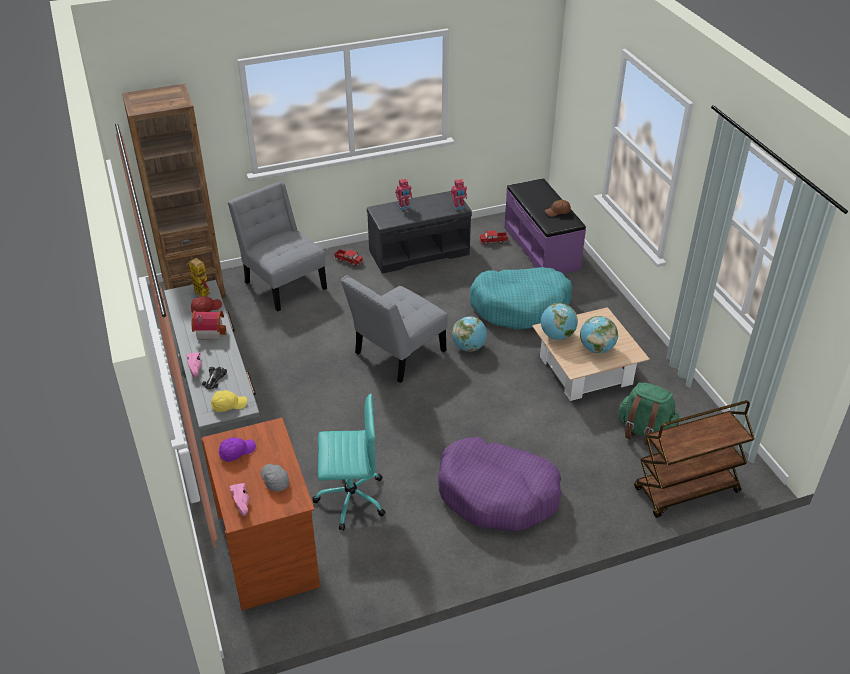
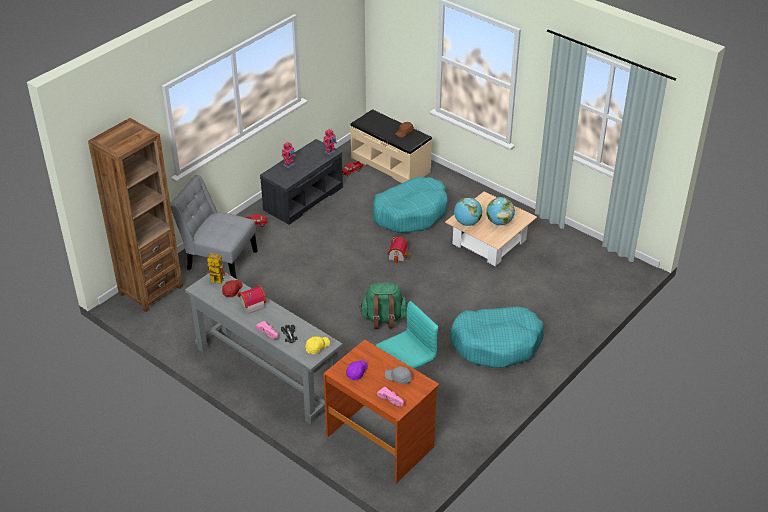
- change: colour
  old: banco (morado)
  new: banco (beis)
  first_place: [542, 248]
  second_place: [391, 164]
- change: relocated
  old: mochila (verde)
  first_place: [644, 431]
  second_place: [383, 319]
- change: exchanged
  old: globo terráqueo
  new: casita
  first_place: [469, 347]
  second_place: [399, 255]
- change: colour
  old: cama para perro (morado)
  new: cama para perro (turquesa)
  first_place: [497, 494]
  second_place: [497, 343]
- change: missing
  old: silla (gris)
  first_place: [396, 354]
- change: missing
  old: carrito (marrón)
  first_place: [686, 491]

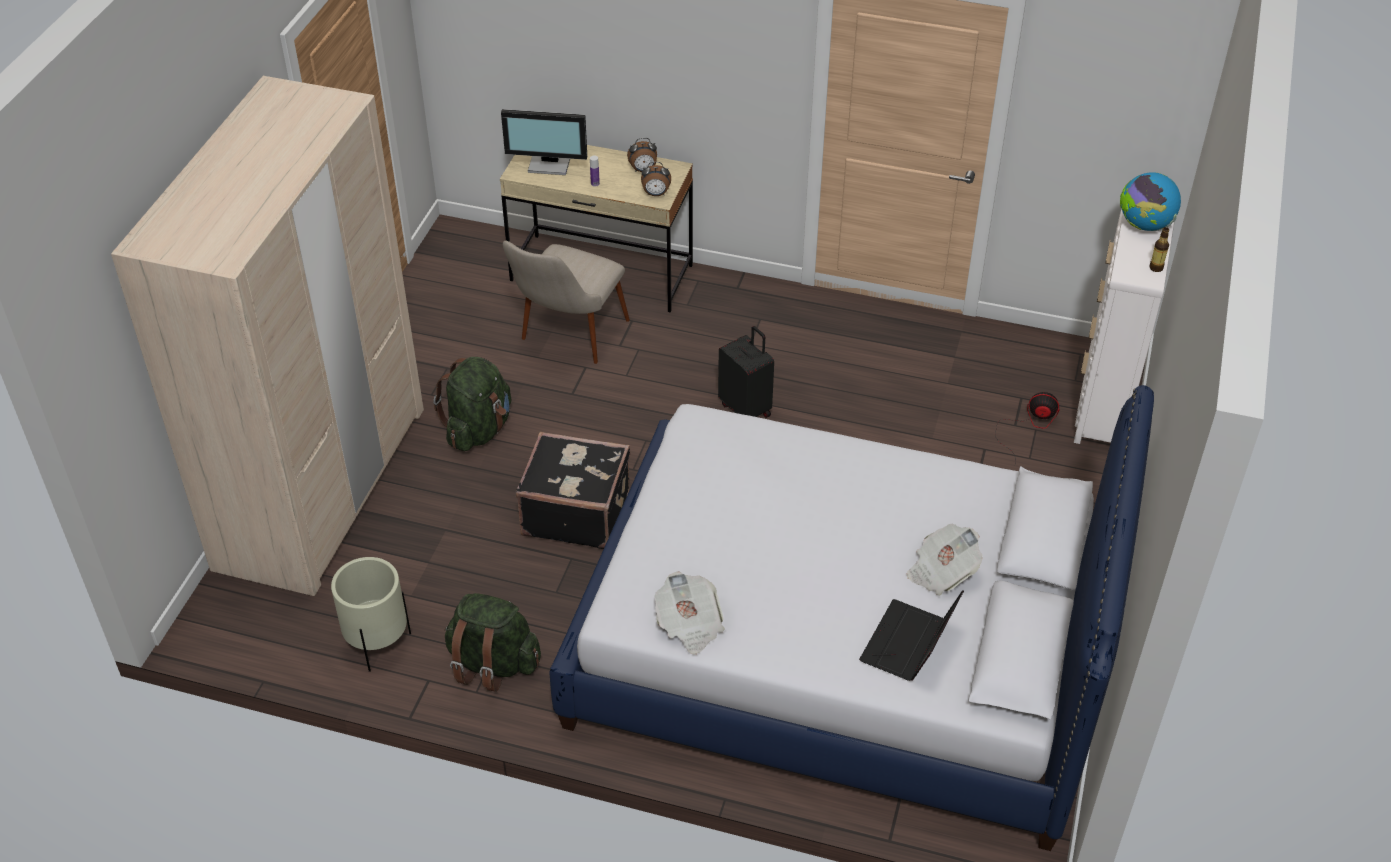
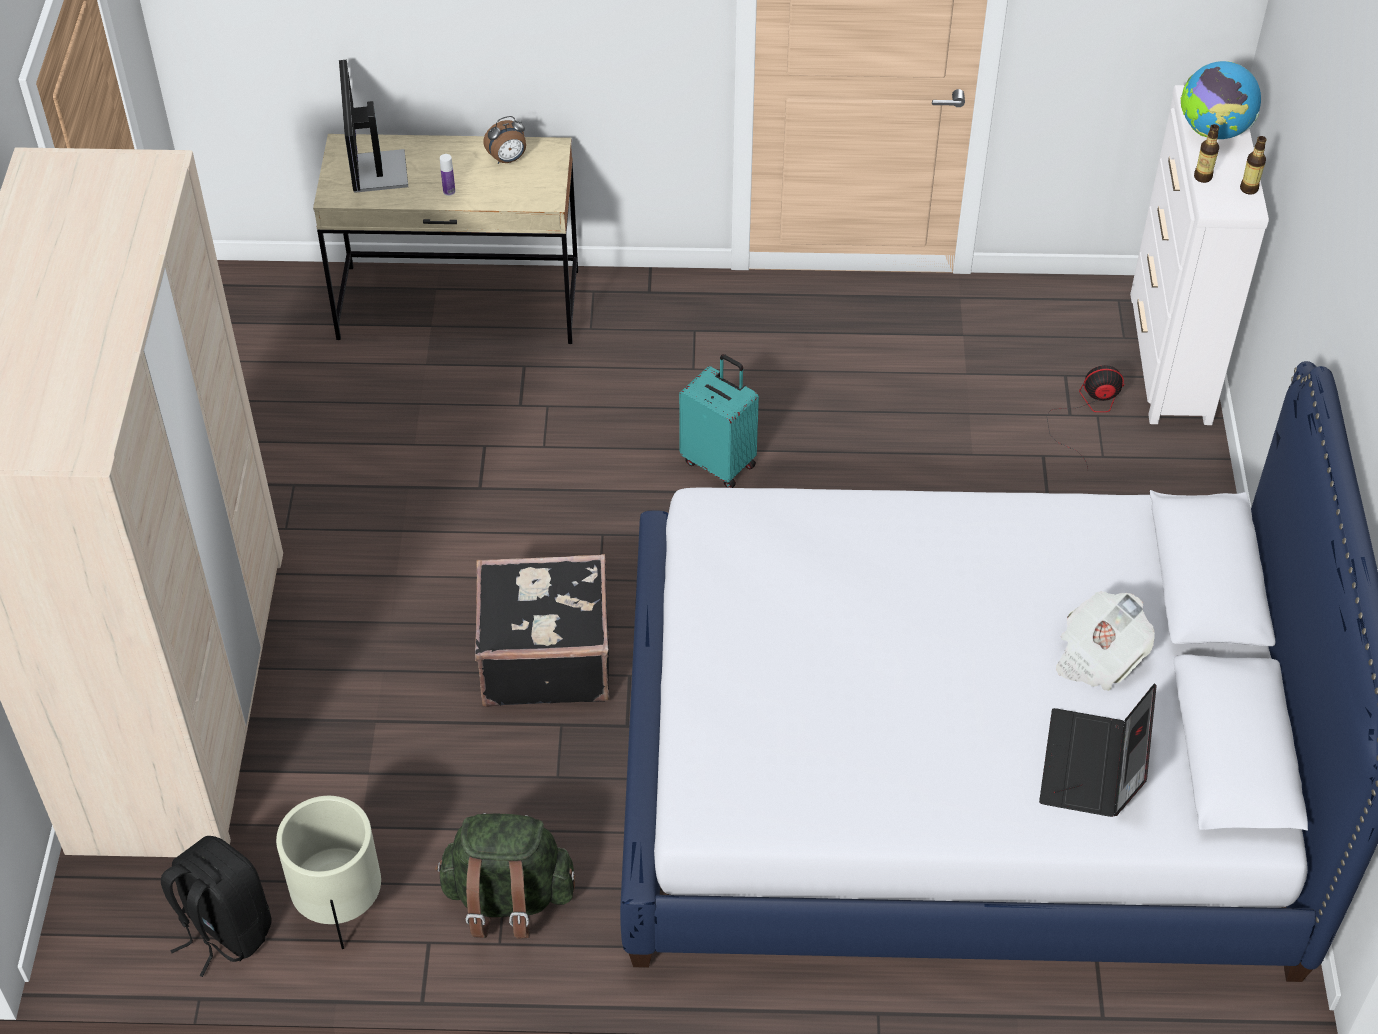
- change: appeared
  new: mochila (negro)
  second_place: [224, 929]
- change: spun
  old: monitor
  first_place: [550, 164]
  second_place: [376, 173]
  degrees: 90
- change: colour
  old: maleta (negro)
  new: maleta (turquesa)
  first_place: [746, 409]
  second_place: [720, 462]
- change: appeared
  new: botella
  second_place: [1202, 177]
- change: missing
  old: mochila (verde)
  first_place: [479, 429]
- change: missing
  old: silla (beis)
  first_place: [567, 340]
- change: missing
  old: despertador
  first_place: [656, 194]
- change: missing
  old: periódico
  first_place: [689, 625]

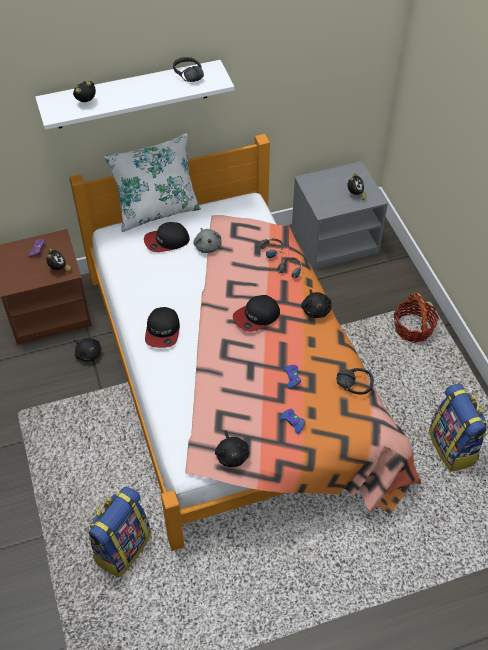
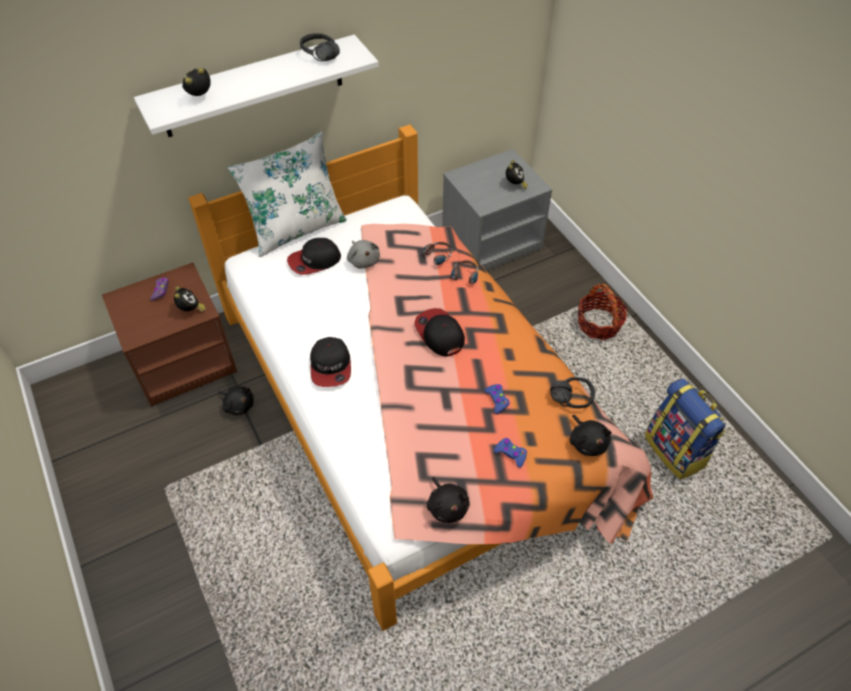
- change: spun
  old: gorra
  first_place: [256, 317]
  second_place: [439, 334]
  degrees: 105
- change: relocated
  old: peluche (negro)
  first_place: [316, 309]
  second_place: [587, 442]
- change: missing
  old: mochila
  first_place: [122, 547]

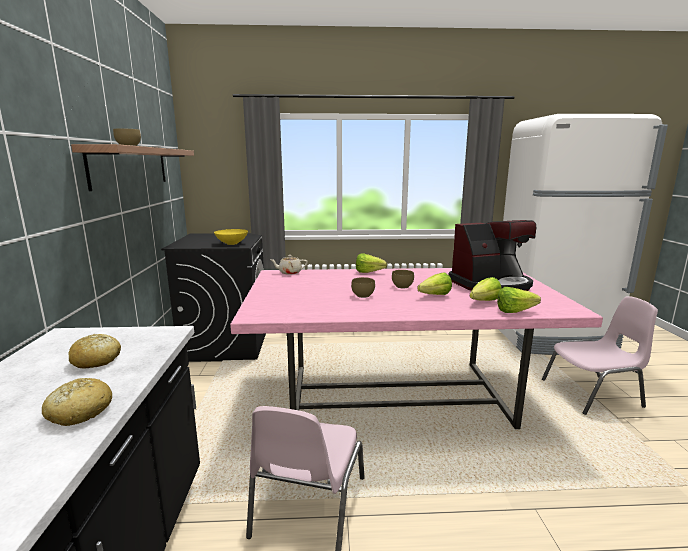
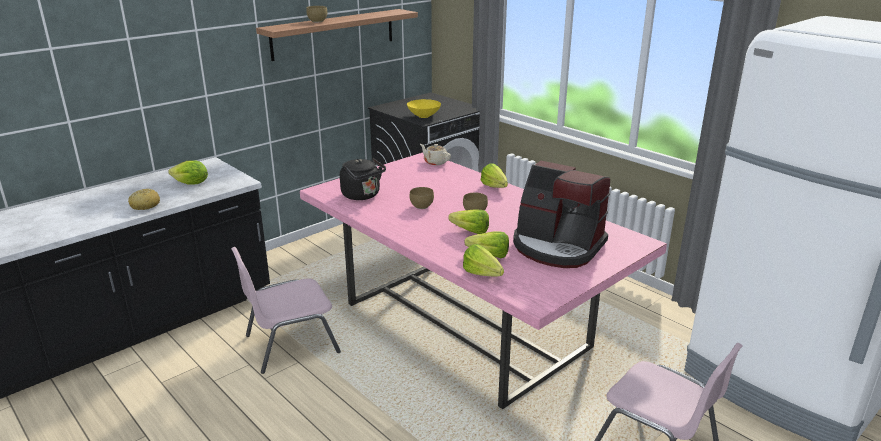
- change: exchanged
  old: pan
  new: lechuga
  first_place: [96, 360]
  second_place: [191, 184]
- change: appeared
  new: hervidor (negro)
  second_place: [363, 195]

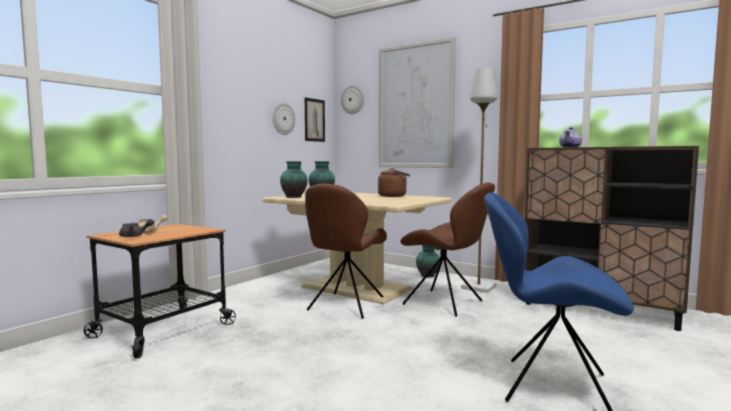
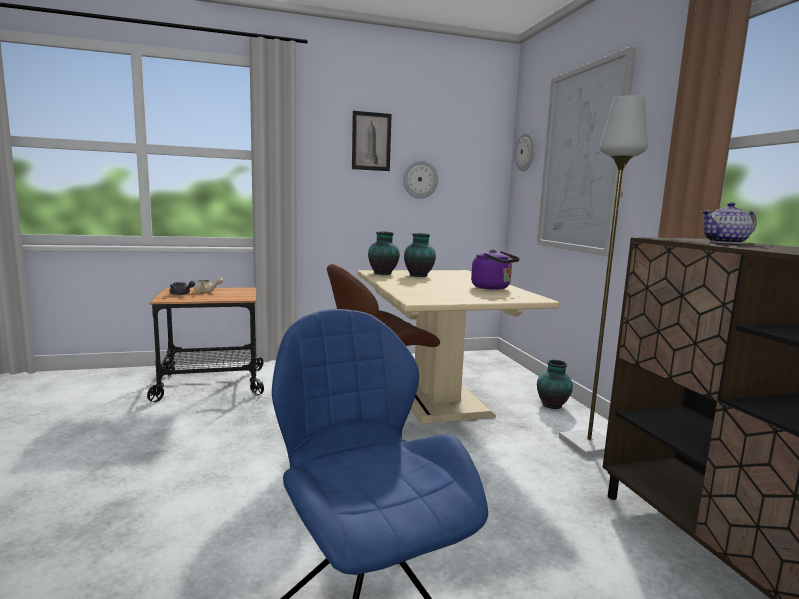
- change: relocated
  old: cuadro
  first_place: [314, 120]
  second_place: [371, 141]
- change: colour
  old: hervidor (marrón)
  new: hervidor (morado)
  first_place: [394, 196]
  second_place: [493, 288]
- change: missing
  old: silla (marrón)
  first_place: [445, 303]

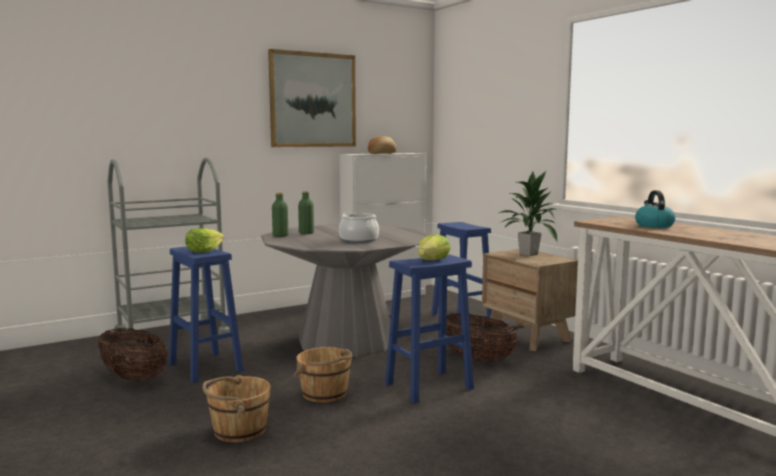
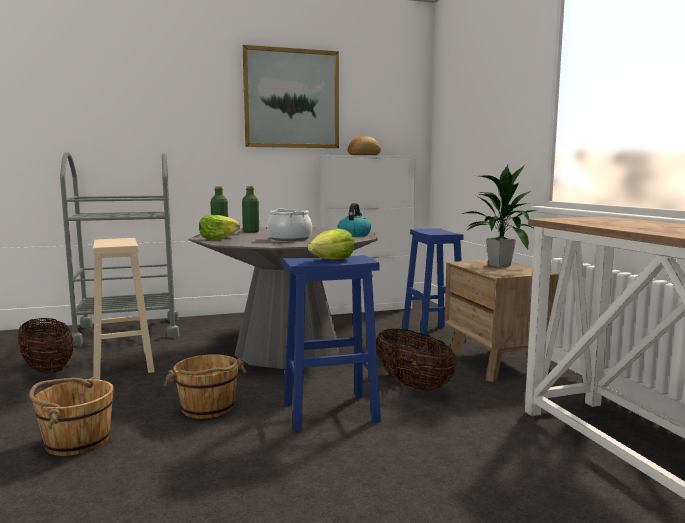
- change: colour
  old: taburete (azul)
  new: taburete (beis)
  first_place: [204, 366]
  second_place: [123, 364]
- change: relocated
  old: lechuga
  first_place: [203, 251]
  second_place: [217, 238]
- change: relocated
  old: hervidor
  first_place: [653, 225]
  second_place: [354, 235]

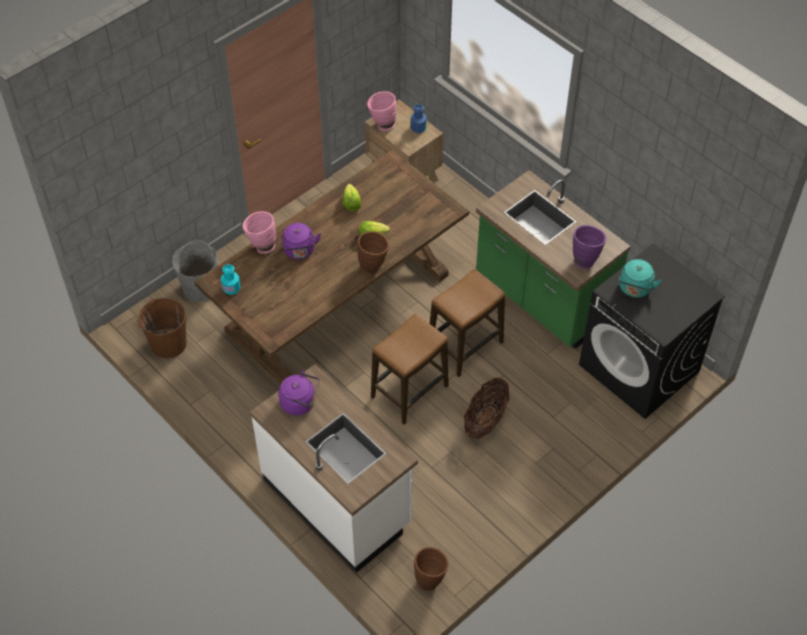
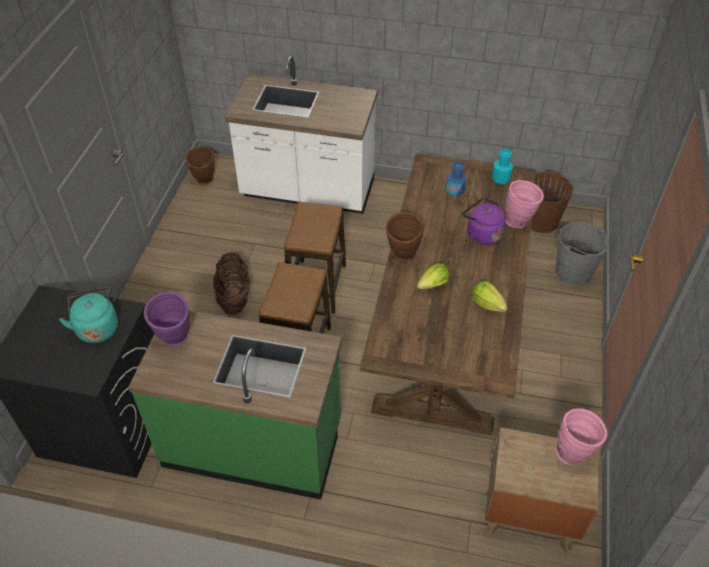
- change: relocated
  old: botella (azul)
  first_place: [418, 128]
  second_place: [455, 191]
- change: missing
  old: hervidor (morado)
  first_place: [300, 403]

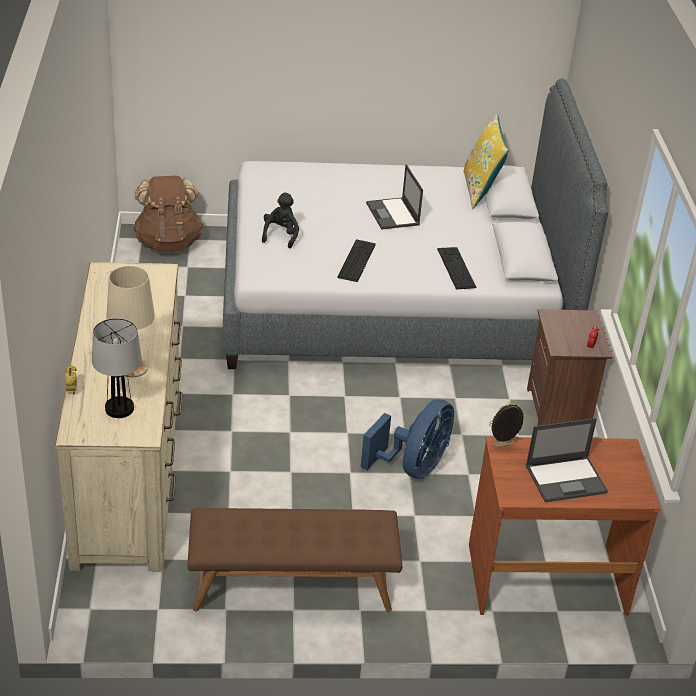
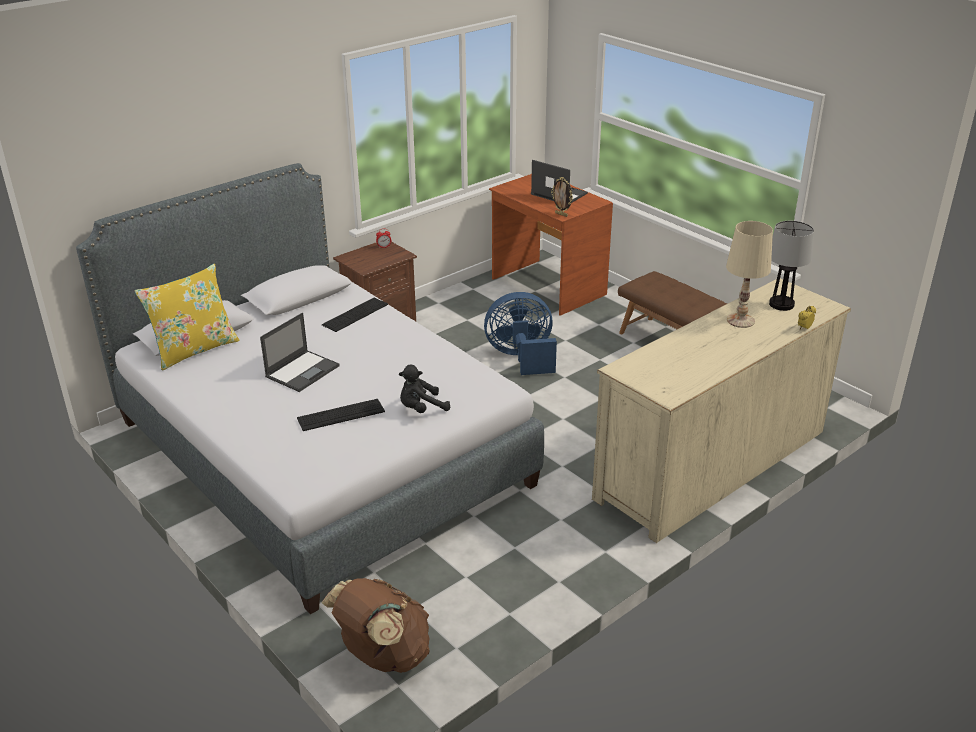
- change: relocated
  old: teclado
  first_place: [356, 260]
  second_place: [341, 415]

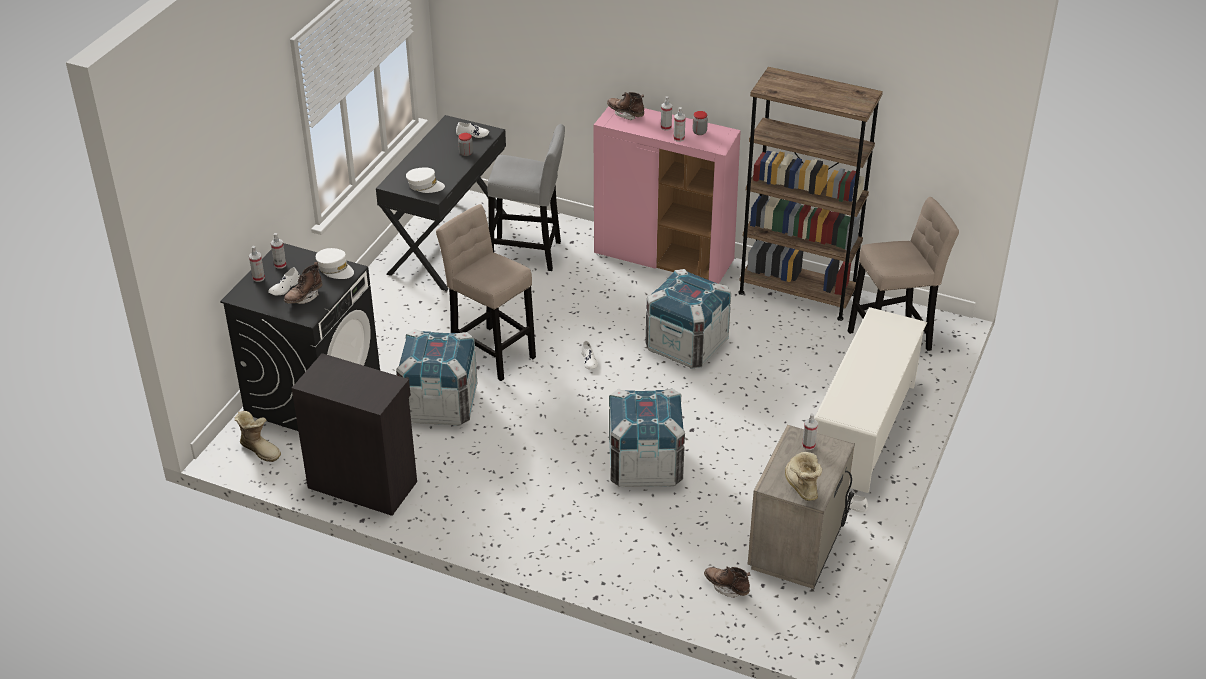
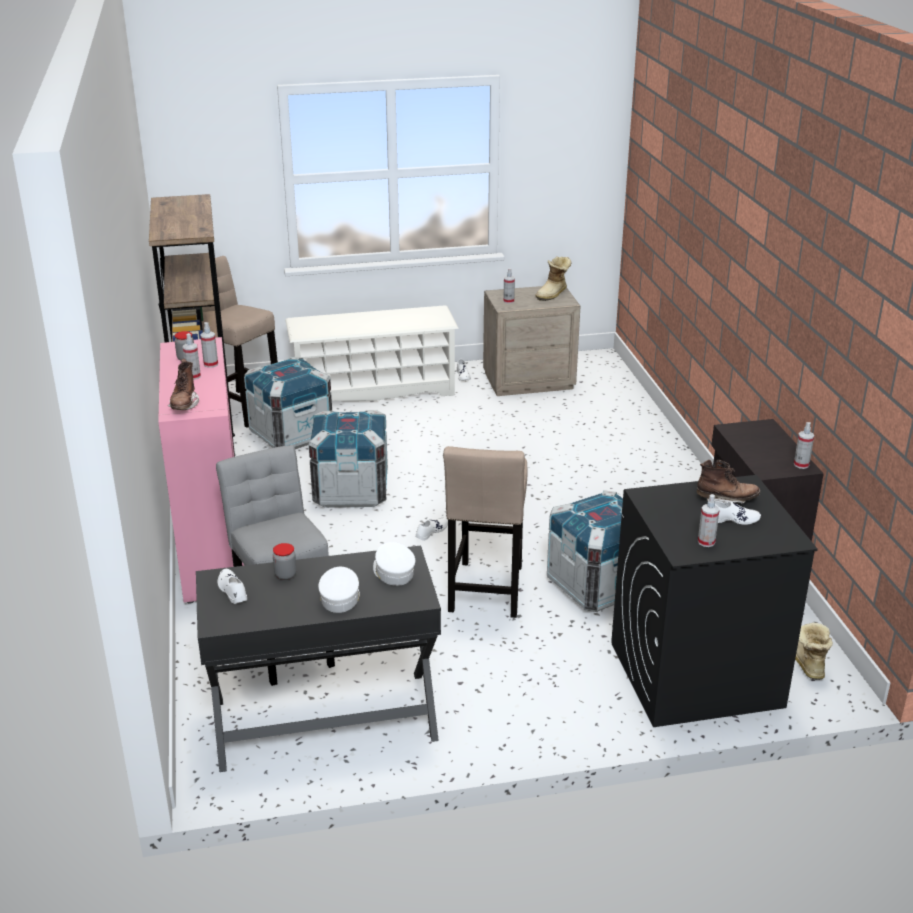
- change: relocated
  old: caja de embalaje
  first_place: [645, 465]
  second_place: [291, 435]
- change: relocated
  old: gorra (blanco)
  first_place: [335, 269]
  second_place: [340, 597]
- change: relocated
  old: pulverizador
  first_place: [258, 278]
  second_place: [801, 465]
- change: missing
  old: bota (marrón)
  first_place: [726, 587]

